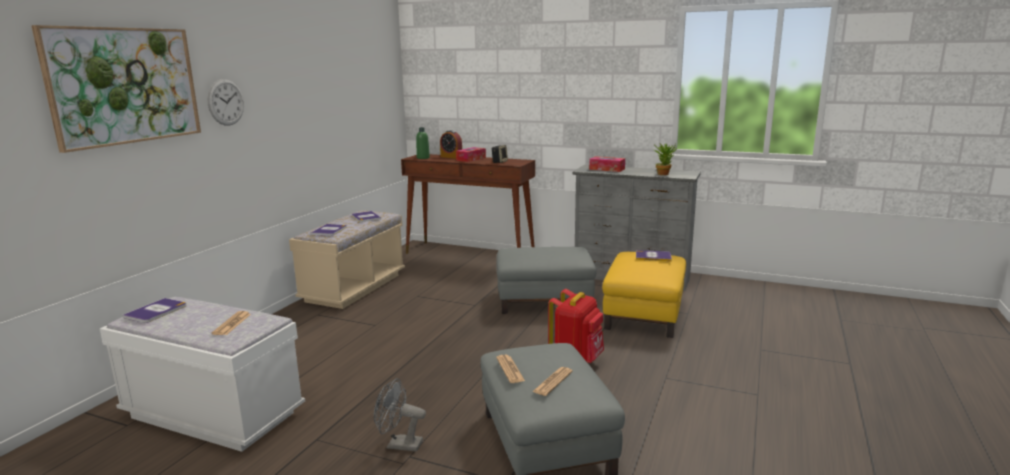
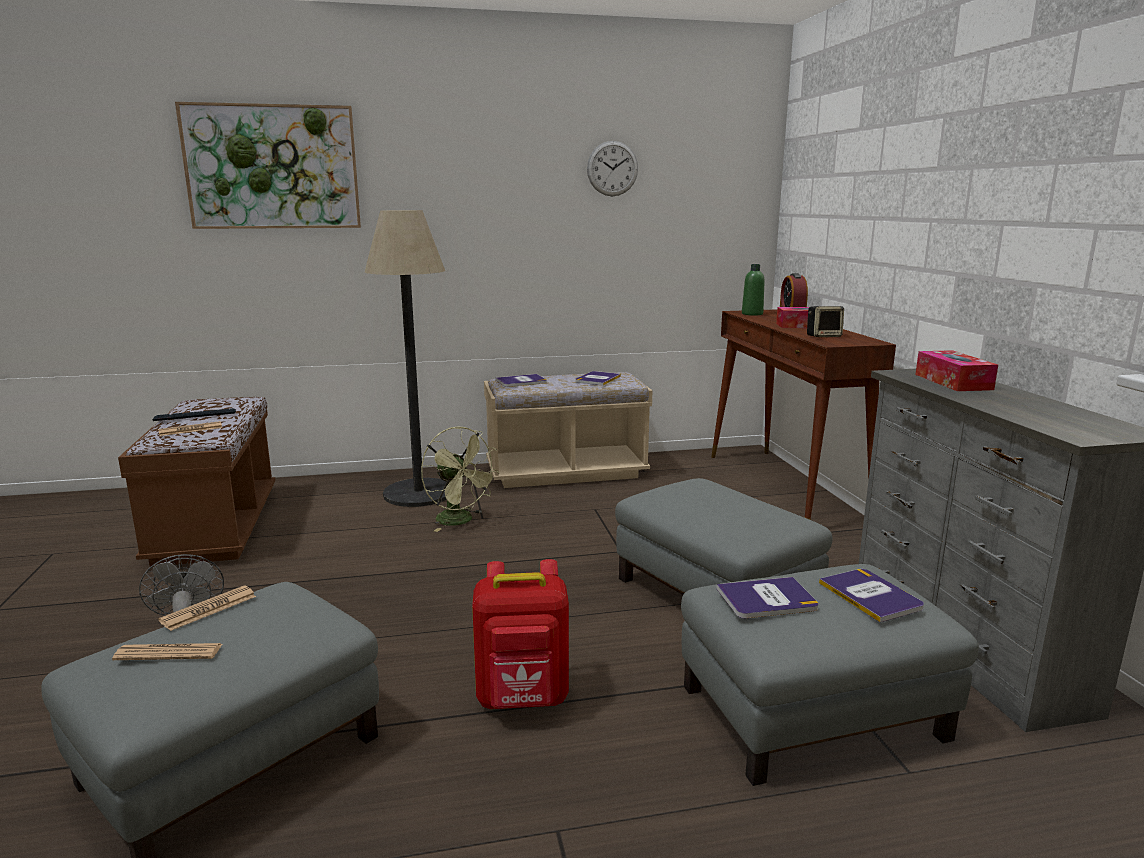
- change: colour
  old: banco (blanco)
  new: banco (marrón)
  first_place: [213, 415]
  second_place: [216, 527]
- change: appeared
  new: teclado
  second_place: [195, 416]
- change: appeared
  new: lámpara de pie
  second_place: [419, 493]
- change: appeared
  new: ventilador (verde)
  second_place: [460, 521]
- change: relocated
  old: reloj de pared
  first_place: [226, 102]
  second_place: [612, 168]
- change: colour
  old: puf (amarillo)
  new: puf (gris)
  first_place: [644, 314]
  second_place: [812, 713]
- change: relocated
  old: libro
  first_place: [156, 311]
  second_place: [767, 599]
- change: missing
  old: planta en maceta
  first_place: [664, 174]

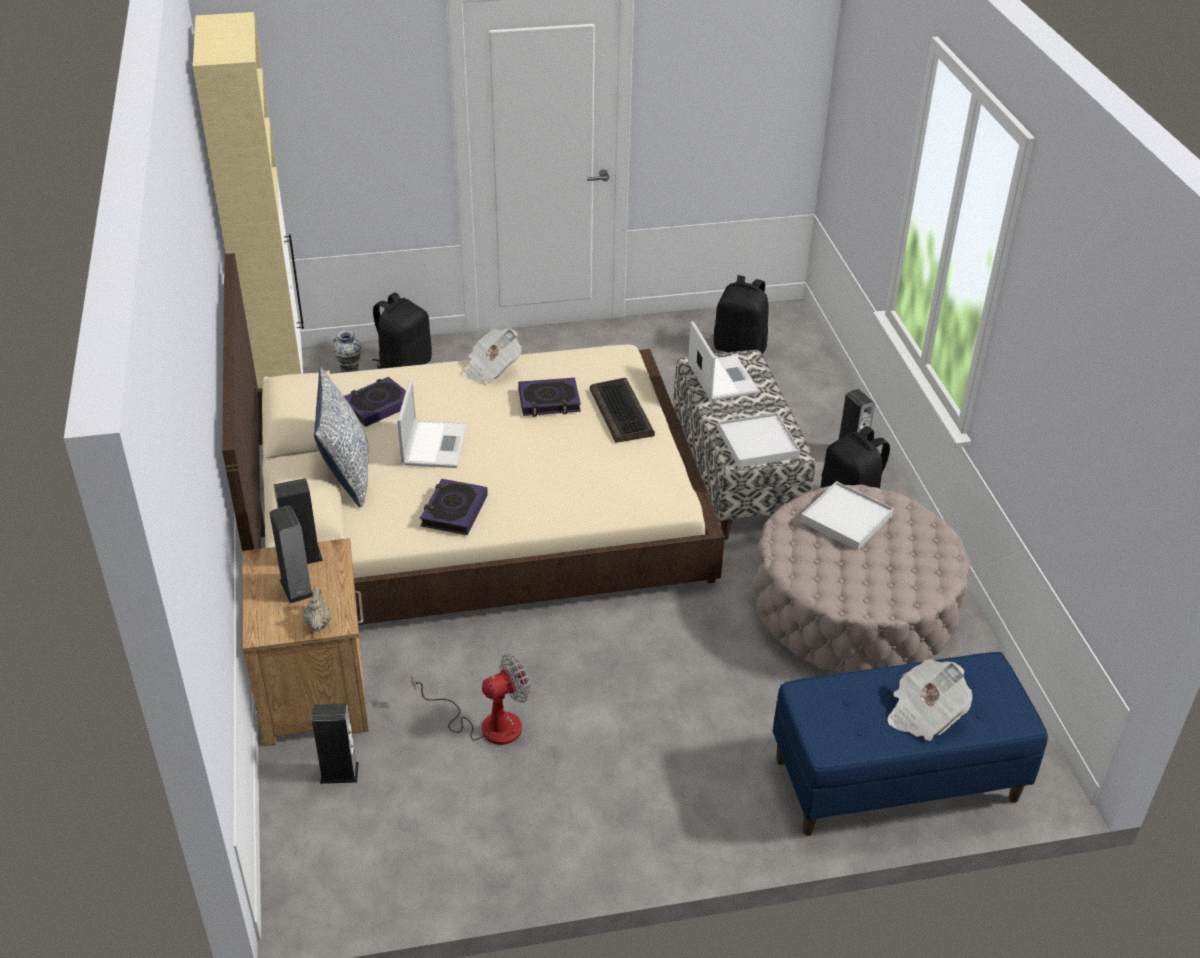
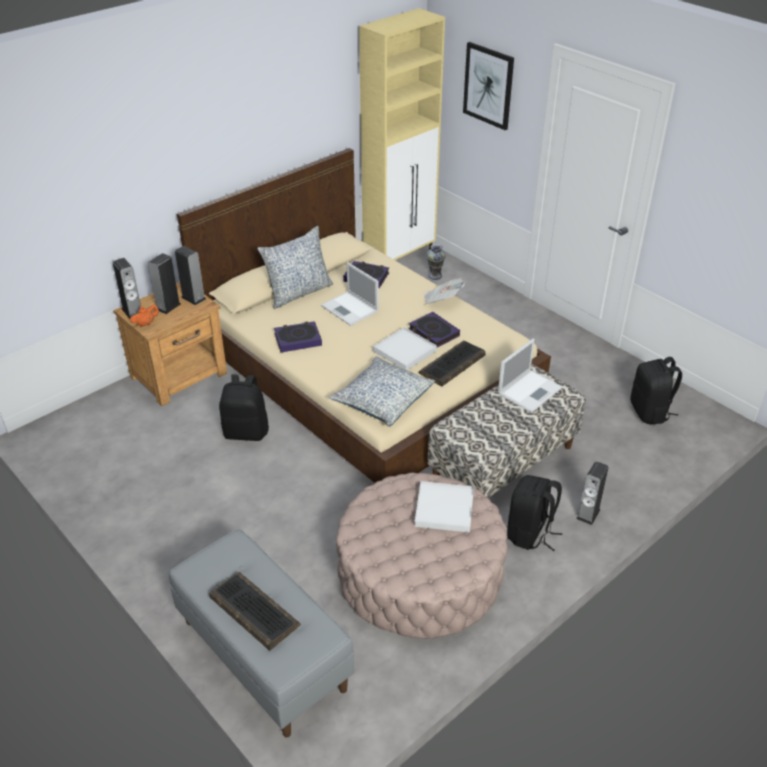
- change: relocated
  old: altavoz
  first_place: [339, 773]
  second_place: [132, 311]
- change: colour
  old: tetera (beis)
  new: tetera (naranja)
  first_place: [318, 623]
  second_place: [146, 324]
- change: colour
  old: banco (azul)
  new: banco (gris)
  first_place: [895, 780]
  second_place: [263, 655]
- change: exchanged
  old: periódico
  new: teclado
  first_place: [924, 714]
  second_place: [253, 611]
- change: relocated
  old: mochila (negro)
  first_place: [404, 366]
  second_place: [246, 432]
- change: spun
  old: portátil
  first_place: [434, 444]
  second_place: [350, 309]
  degrees: 75
- change: appeared
  new: cojín
  second_place: [383, 400]
- change: relocated
  old: bandeja (blanco)
  first_place: [758, 443]
  second_place: [404, 351]
- change: appeared
  new: cuadro
  second_place: [488, 85]
- change: missing
  old: ventilador
  first_place: [487, 724]

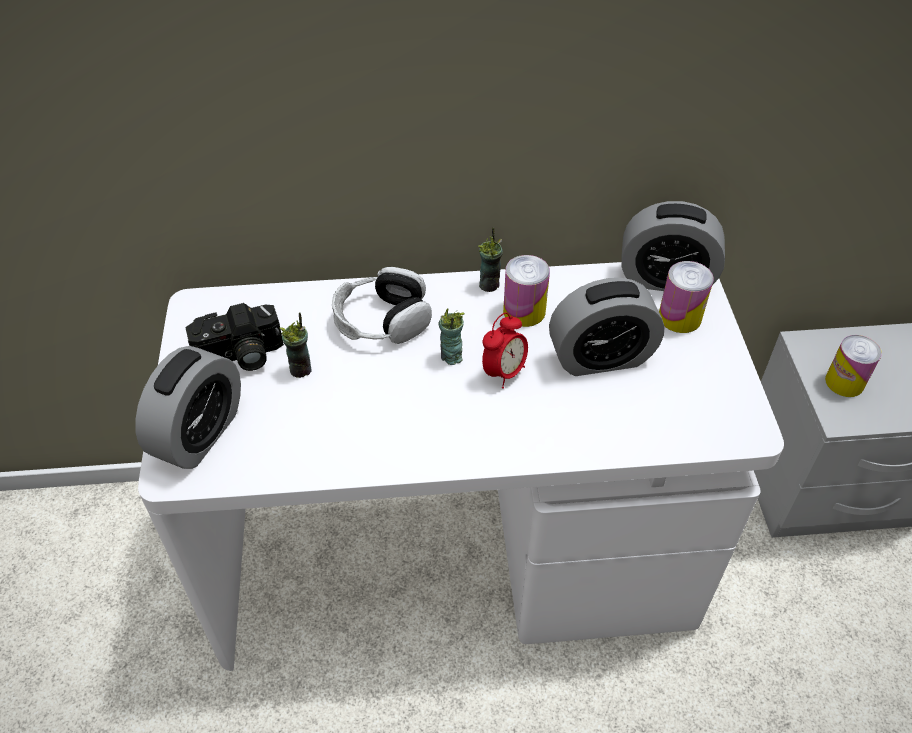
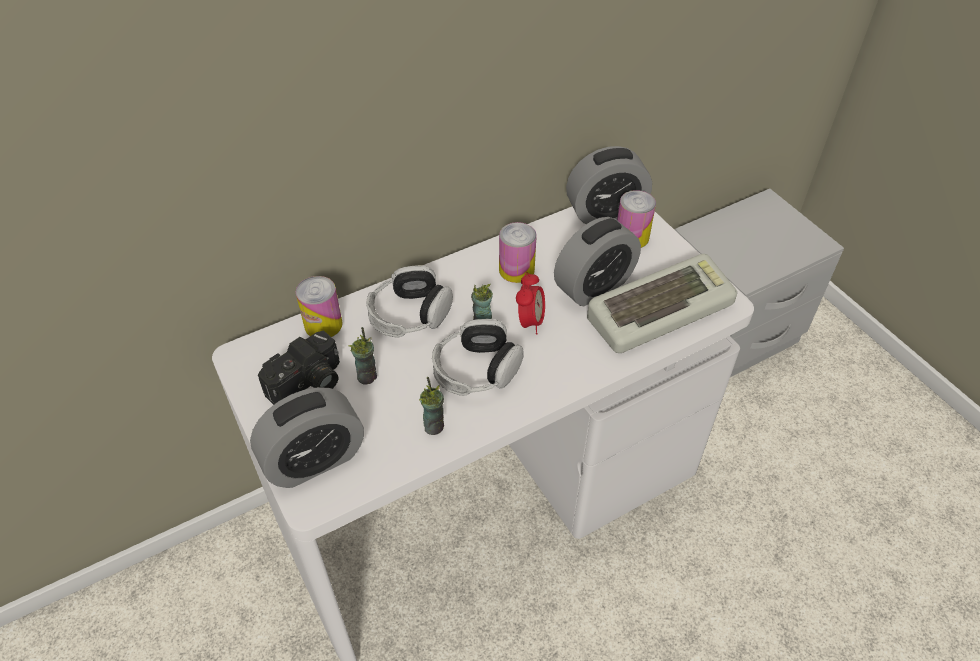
- change: spun
  old: despertador
  first_place: [200, 434]
  second_place: [314, 460]
  degrees: 60
- change: relocated
  old: lata
  first_place: [844, 382]
  second_place: [323, 324]
- change: relocated
  old: taza
  first_place: [489, 284]
  second_place: [434, 426]
- change: appeared
  new: auriculares
  second_place: [476, 370]
- change: appeared
  new: teclado
  second_place: [659, 309]

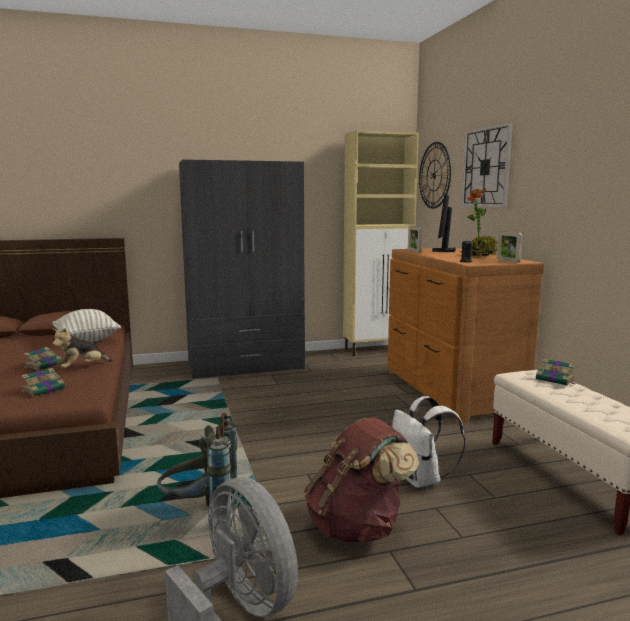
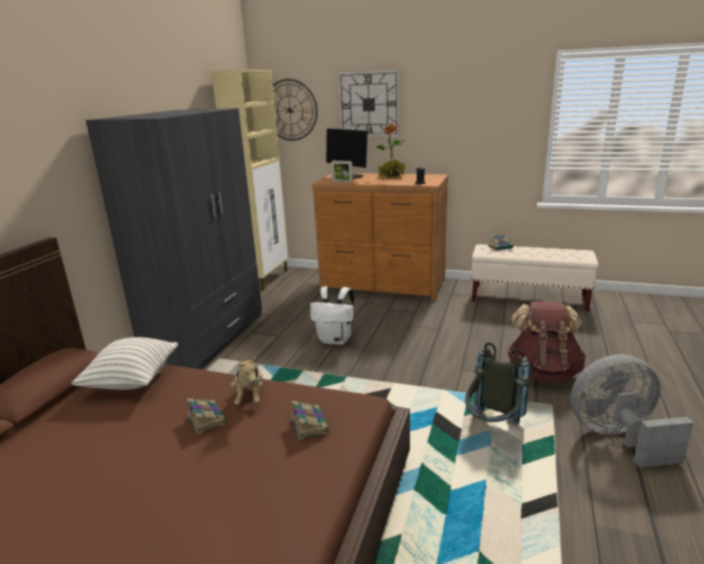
- change: relocated
  old: mochila (blanco)
  first_place: [422, 480]
  second_place: [336, 340]
- change: missing
  old: portarretratos
  first_place: [508, 261]

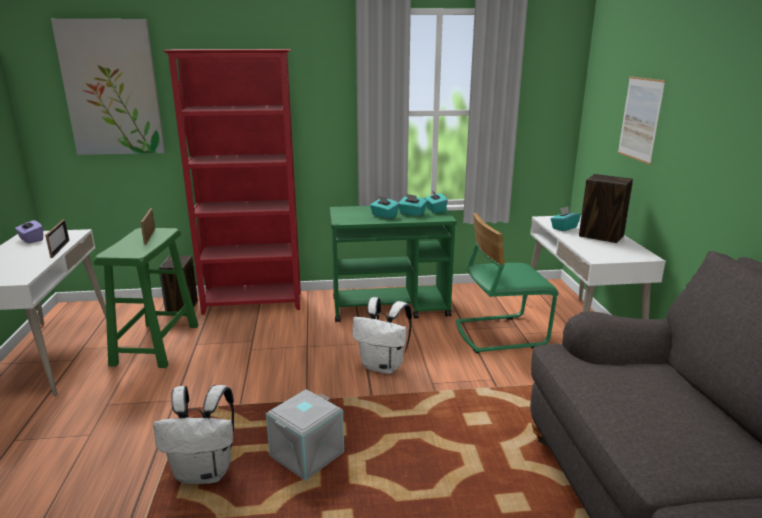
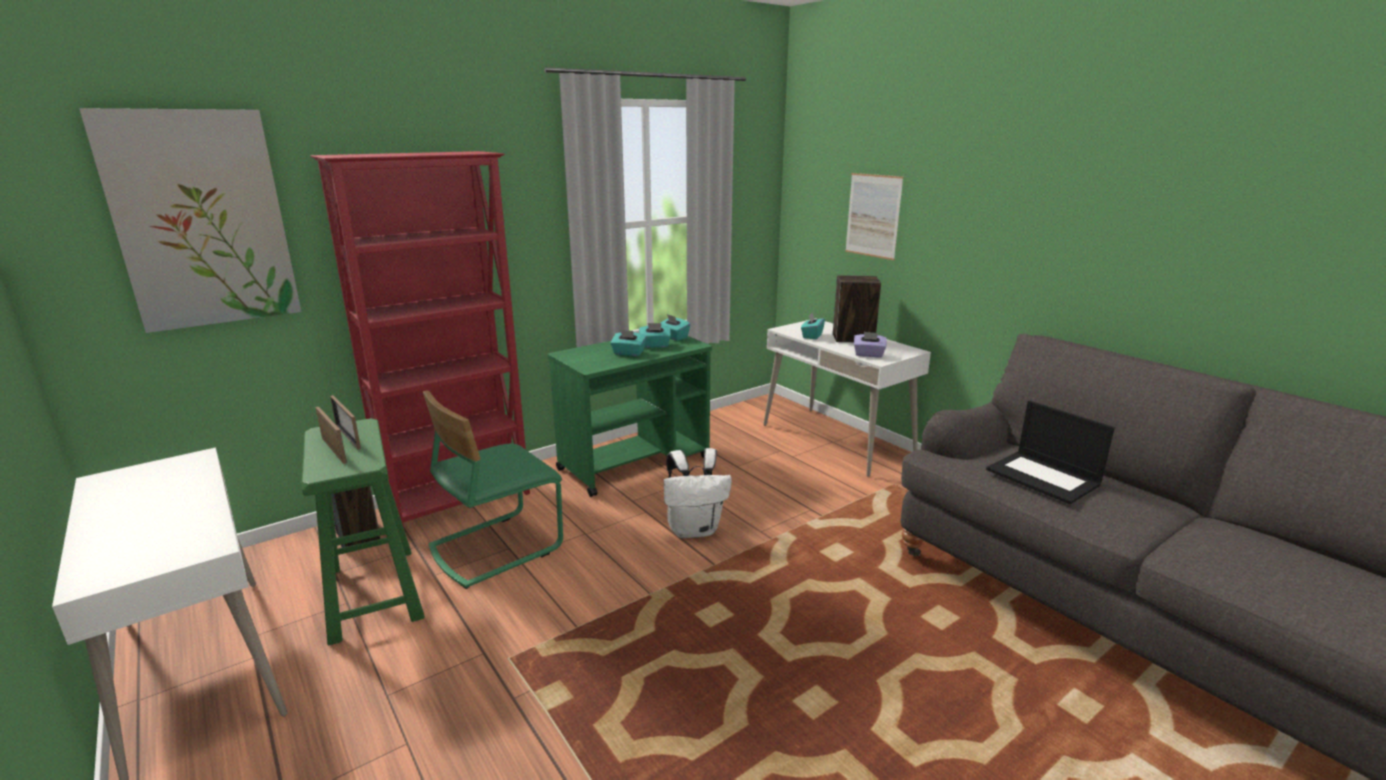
- change: relocated
  old: portarretratos
  first_place: [60, 249]
  second_place: [333, 450]
- change: relocated
  old: silla (verde)
  first_place: [500, 333]
  second_place: [495, 547]
- change: relocated
  old: caja de pañuelos (morado)
  first_place: [31, 239]
  second_place: [868, 354]
- change: appeared
  new: portátil
  second_place: [1044, 477]
- change: missing
  old: mochila (blanco)
  first_place: [205, 472]
- change: missing
  old: caja de almacenaje (gris)
  first_place: [307, 456]

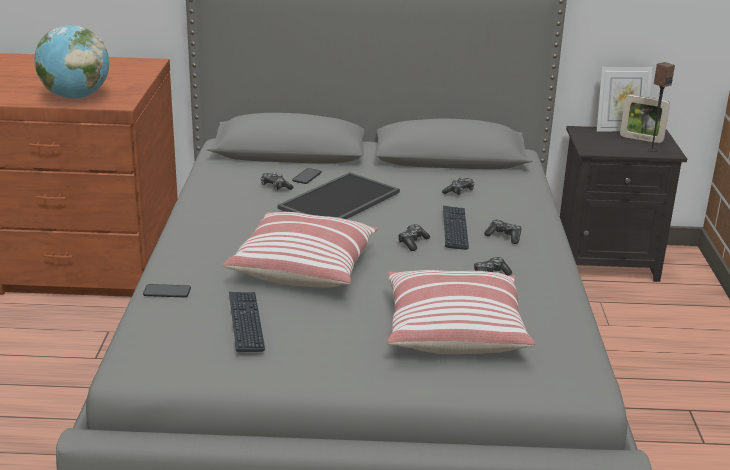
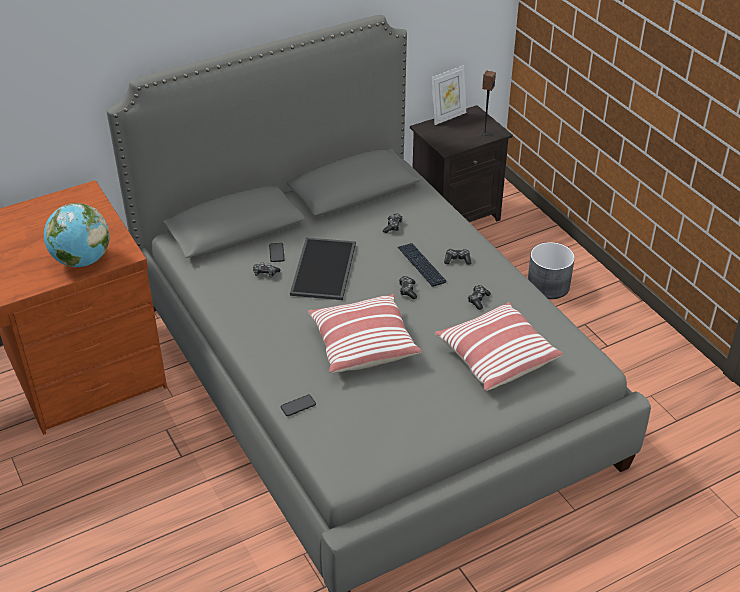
- change: appeared
  new: maceta (gris)
  second_place: [548, 285]
- change: missing
  old: teclado
  first_place: [246, 322]
- change: missing
  old: portarretratos
  first_place: [641, 139]

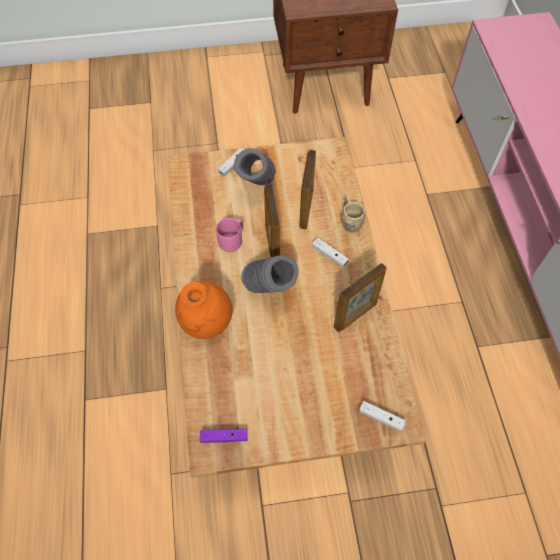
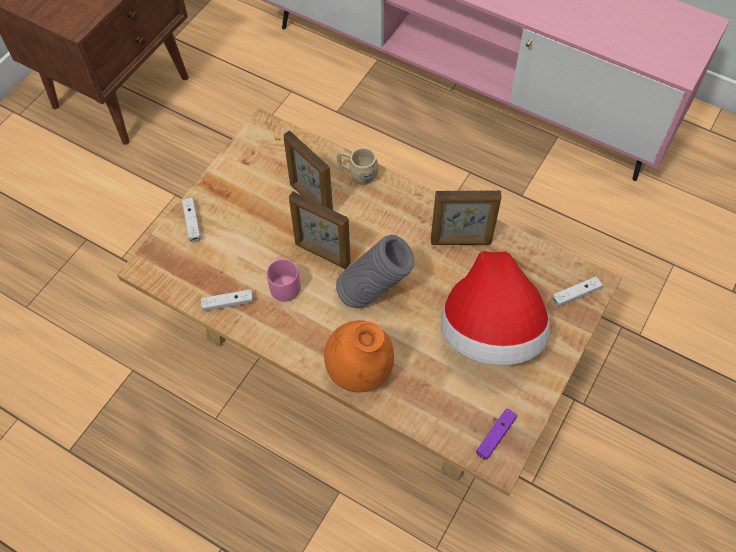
- change: relocated
  old: mando de consola (blanco)
  first_place: [329, 255]
  second_place: [228, 303]
- change: spun
  old: portarretratos
  first_place: [355, 315]
  second_place: [461, 242]
  degrees: 90
- change: appeared
  new: sombrero
  second_place: [491, 331]
- change: missing
  old: florero (gris)
  first_place: [256, 188]

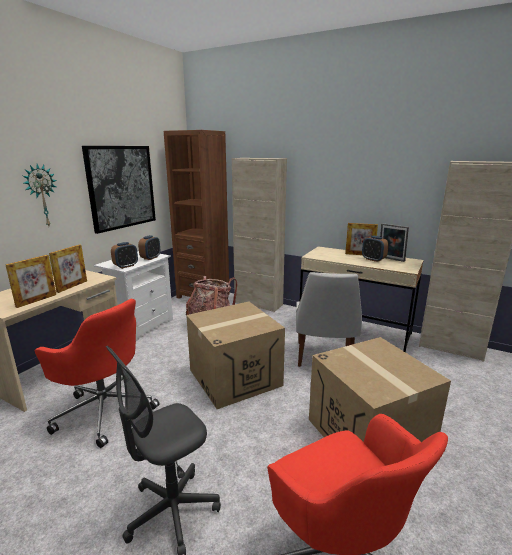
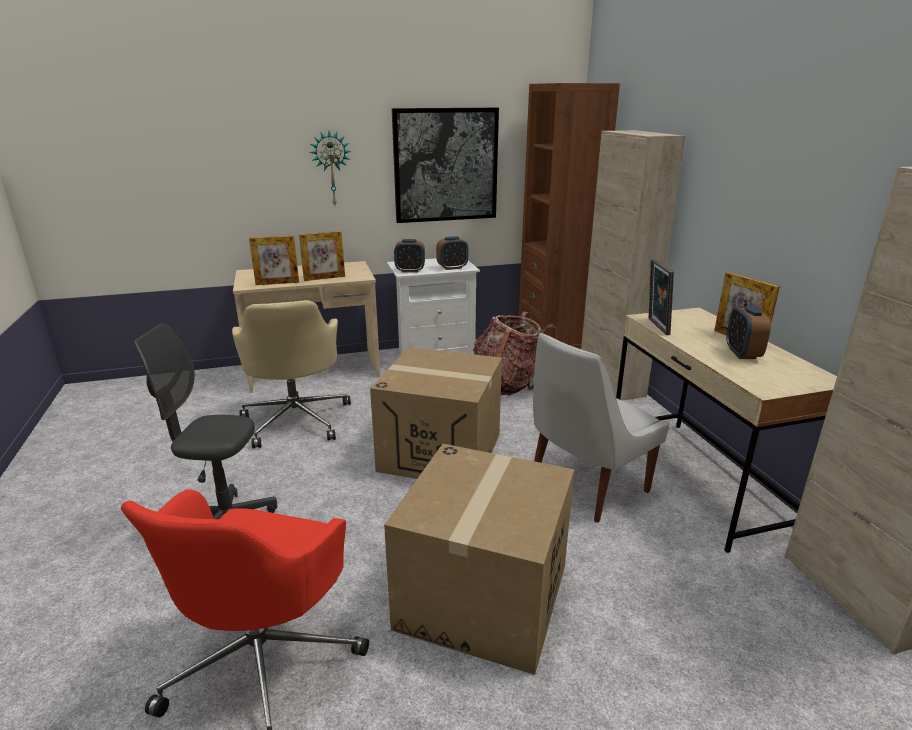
- change: colour
  old: silla de oficina (rojo)
  new: silla de oficina (beis)
  first_place: [104, 409]
  second_place: [297, 419]
- change: relocated
  old: portarretratos
  first_place: [391, 259]
  second_place: [655, 326]

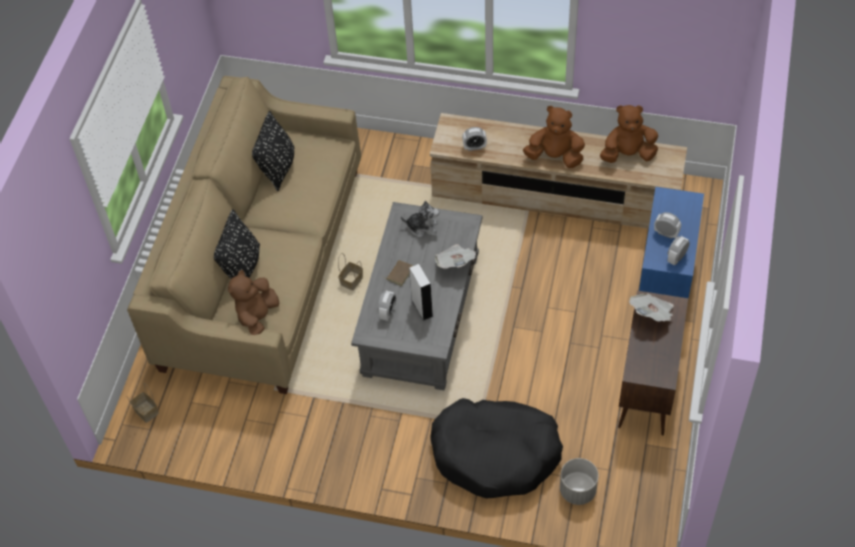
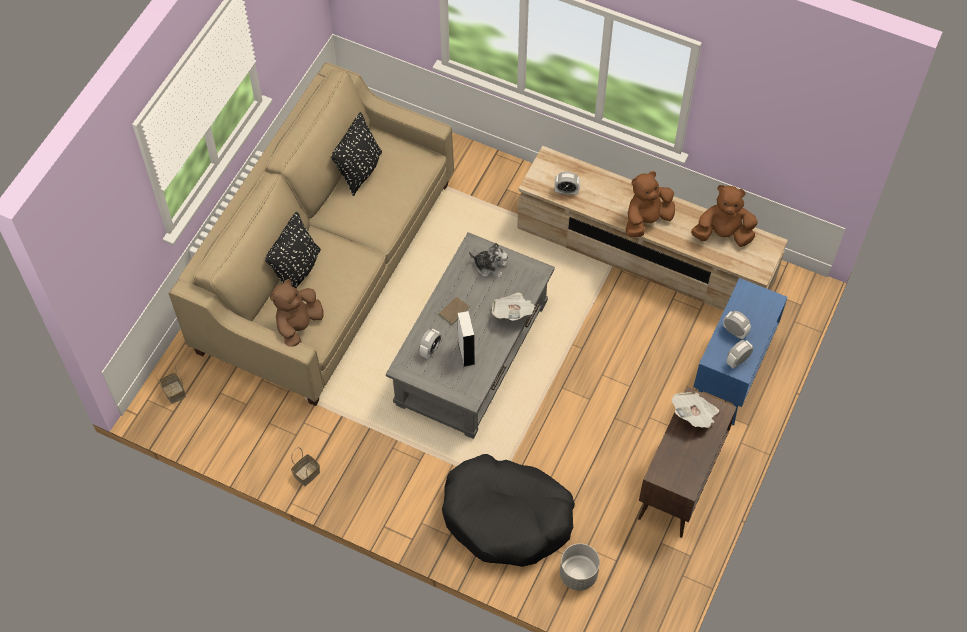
- change: relocated
  old: cesta
  first_place: [351, 282]
  second_place: [306, 475]
- change: spun
  old: peluche (marrón)
  first_place: [555, 156]
  second_place: [646, 220]
  degrees: -60

